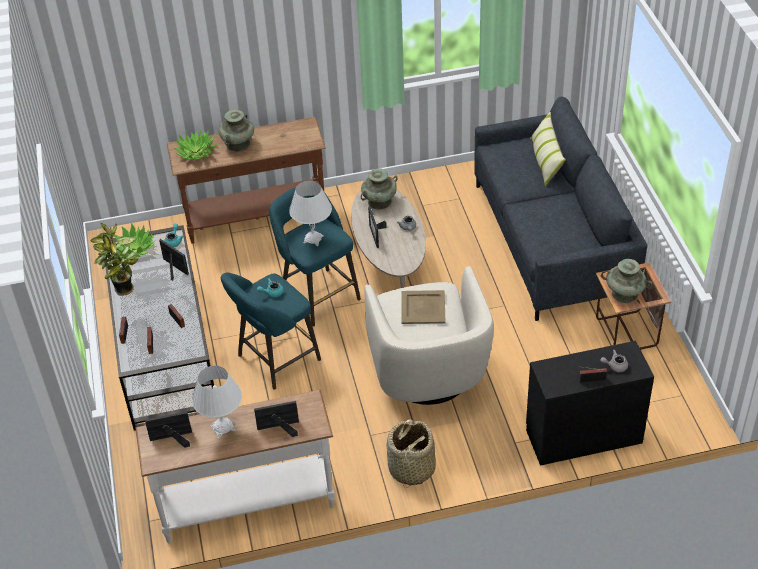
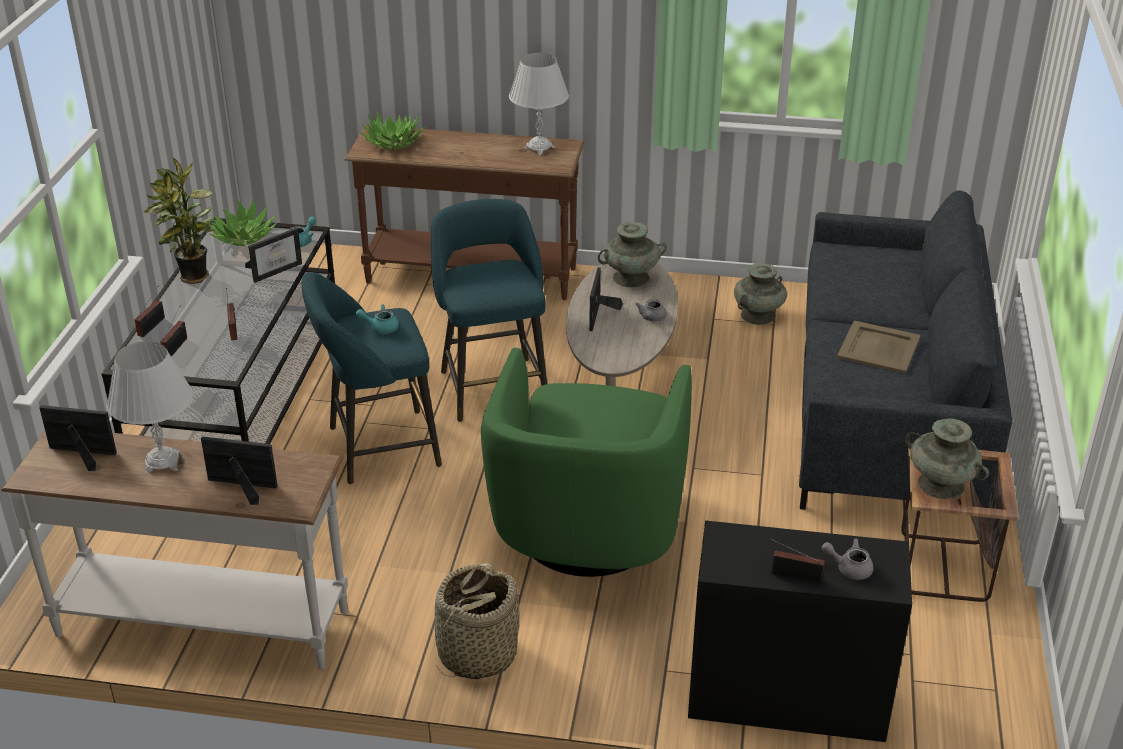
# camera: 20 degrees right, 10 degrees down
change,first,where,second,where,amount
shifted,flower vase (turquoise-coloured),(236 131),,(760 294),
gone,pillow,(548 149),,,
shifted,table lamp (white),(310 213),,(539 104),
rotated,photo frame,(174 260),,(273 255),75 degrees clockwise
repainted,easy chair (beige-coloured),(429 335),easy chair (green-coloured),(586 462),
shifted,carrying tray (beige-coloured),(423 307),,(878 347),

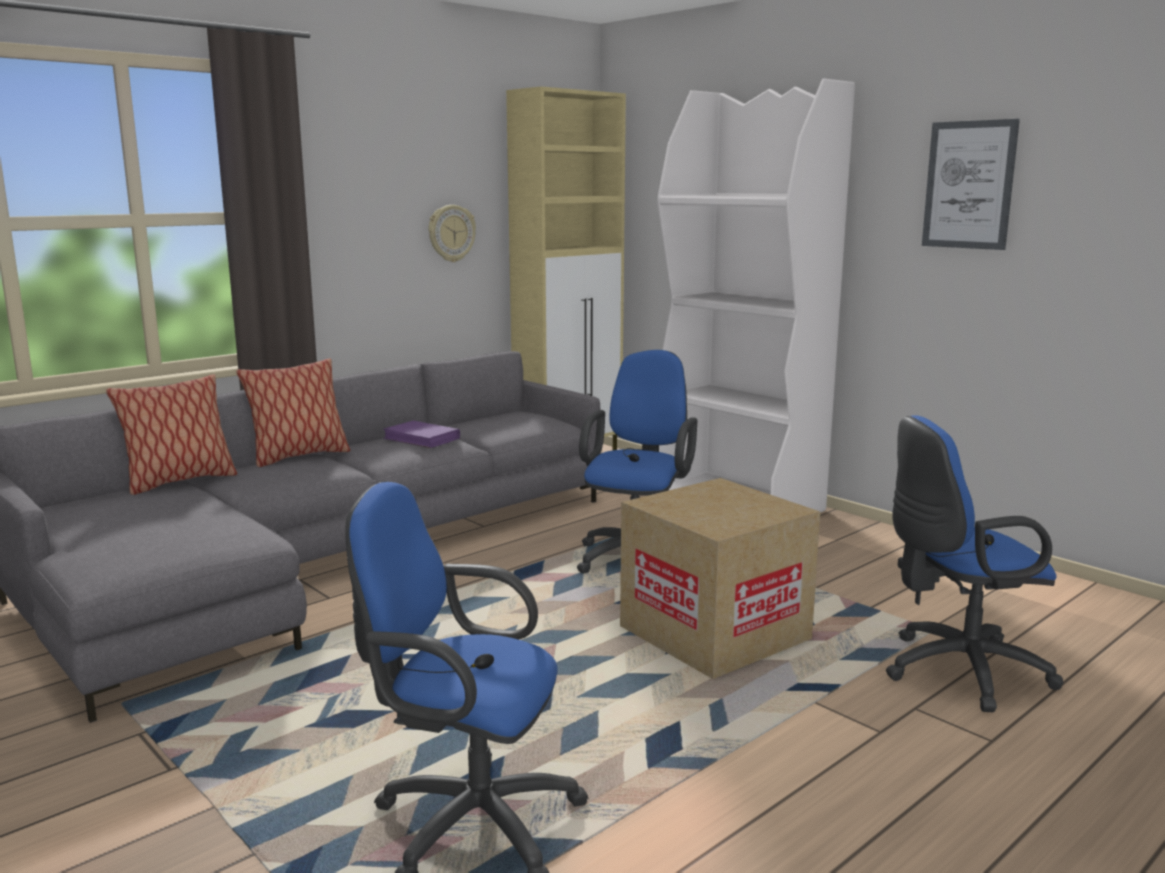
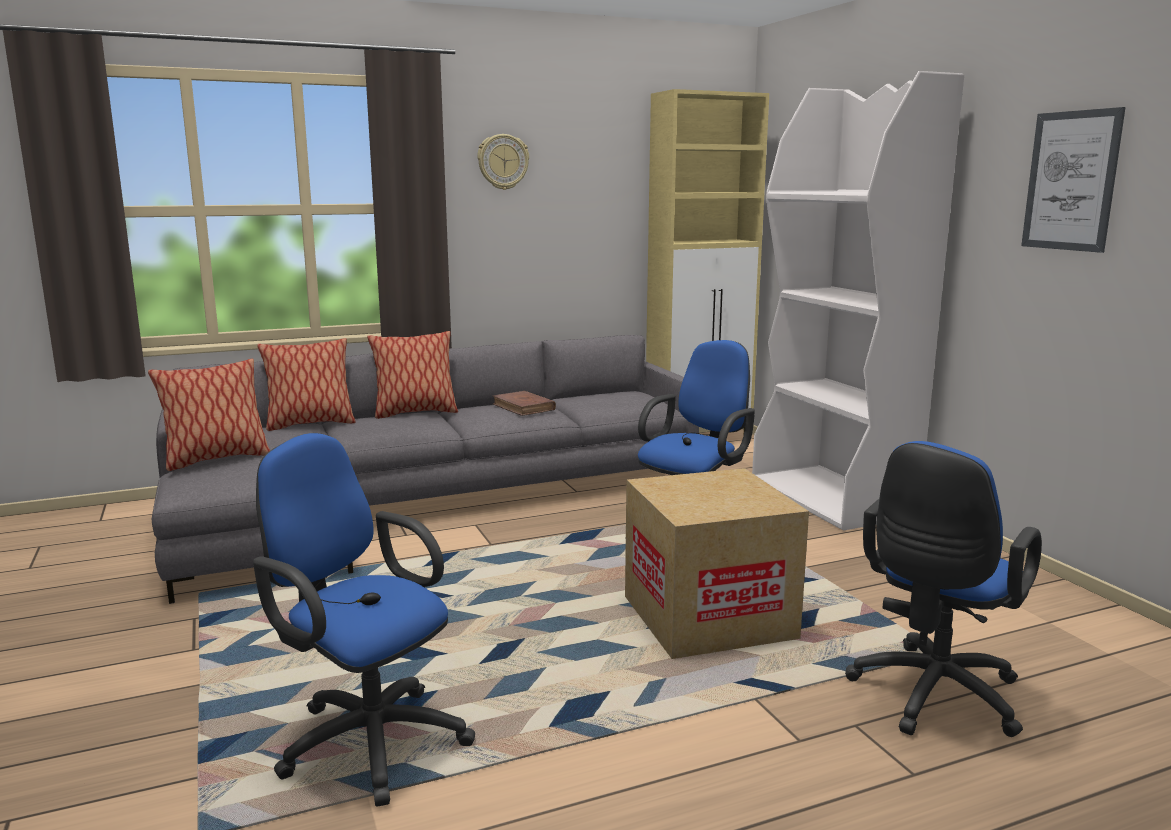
# camera: 20 degrees right, 0 degrees up
change,first,where,second,where,amount
shifted,clock on the wall,(452 233),,(503 162),
rotated,office chair (blue),(974 563),,(943 589),60 degrees counterclockwise
repainted,volume (purple-coloured),(421 434),volume (brownish),(524 403),
new,,,pillow,(209 414),

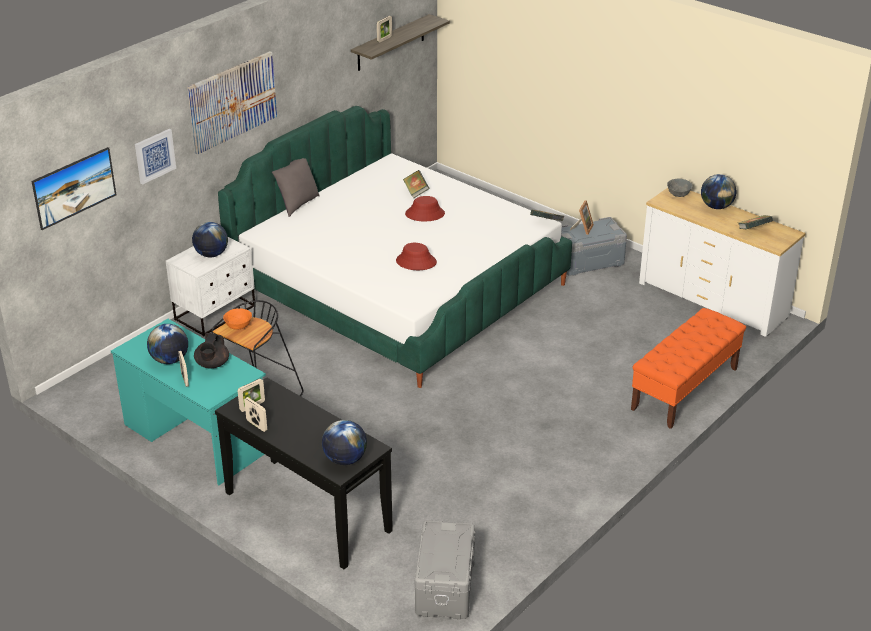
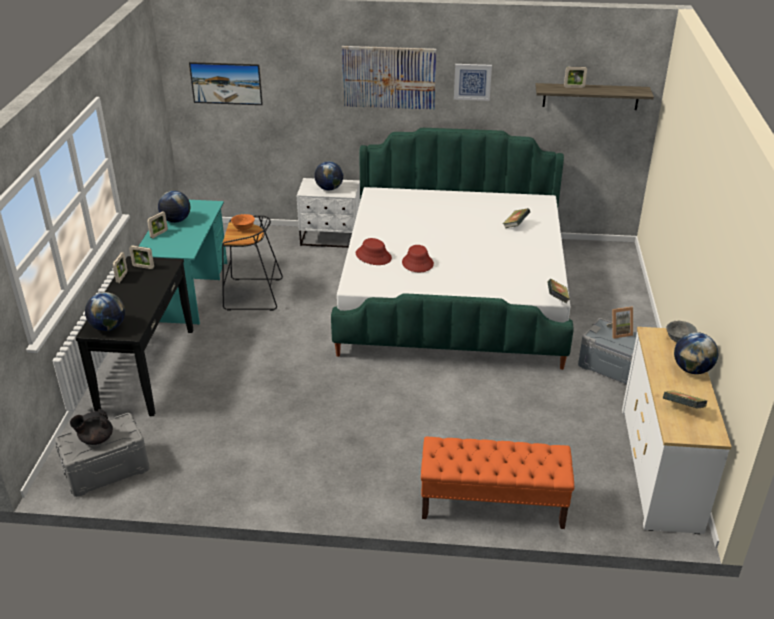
# camera: 55 degrees right, 0 degrees up
change,first,where,second,where,amount
shifted,wall picture,(155 157),,(473 82),
gone,pillow (gray),(296 187),,,
shifted,wearable hat (red-coloured),(425 209),,(374 251),
shifted,teapot (black),(211 351),,(91 427),

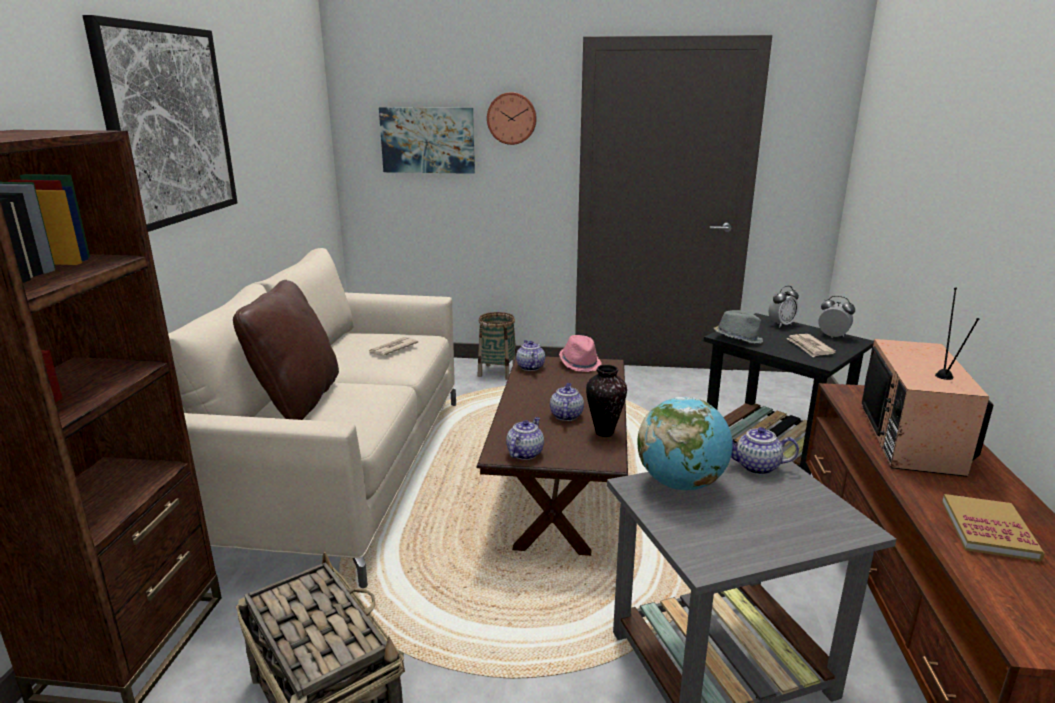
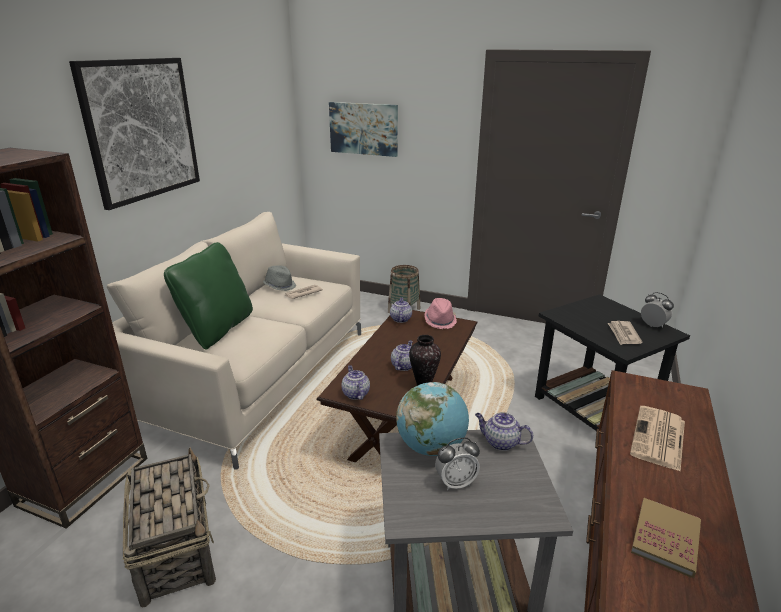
# camera: 15 degrees right, 5 degrees up
change,first,where,second,where,amount
gone,clock on the wall,(512 118),,,
repainted,pillow (brownish),(286 350),pillow (green-coloured),(208 296),
shifted,alarm clock,(784 307),,(457 464),
swapped,TV,(928 382),daily paper,(657 439),
shifted,wearable hat (gray),(738 326),,(279 278),
rotated,teapot,(525 438),,(355 382),60 degrees counterclockwise

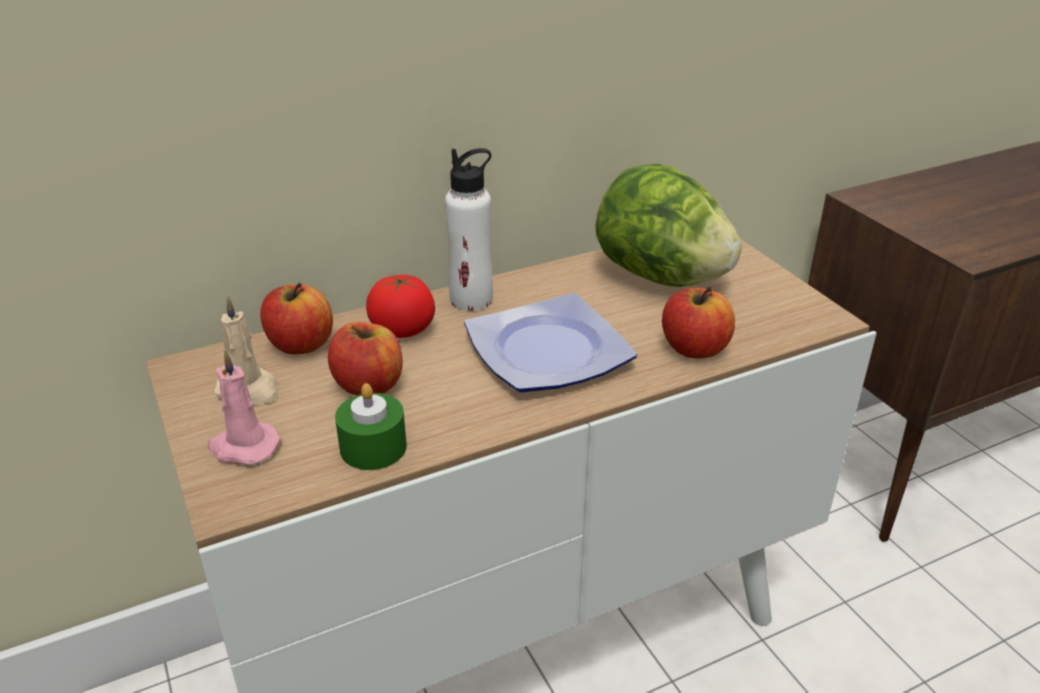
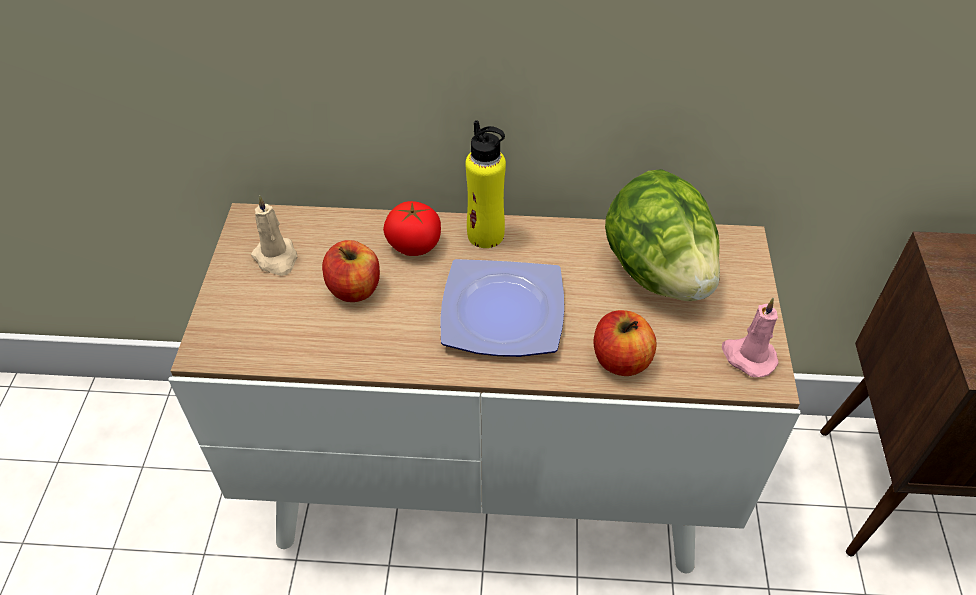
# camera: 30 degrees right, 15 degrees up
change,first,where,second,where,amount
repainted,bottle (white),(469 229),bottle (yellow),(485 184),
gone,whole apple,(296 318),,,
shifted,wax candle (pink),(244 407),,(750 337),
gone,wax candle (green-coloured),(371 426),,,

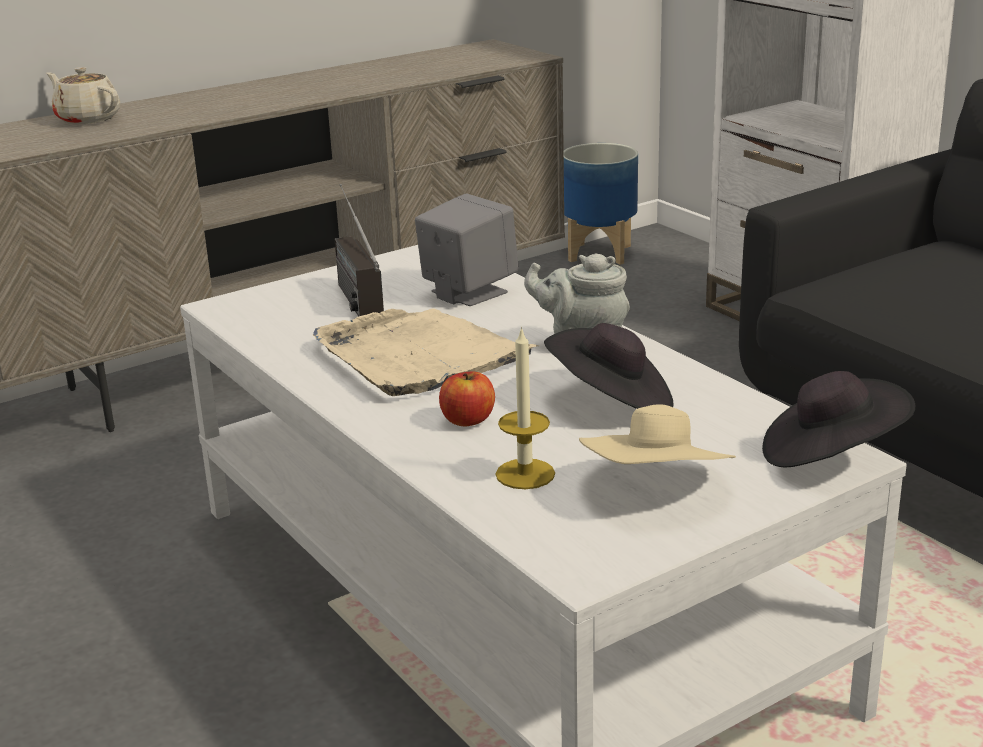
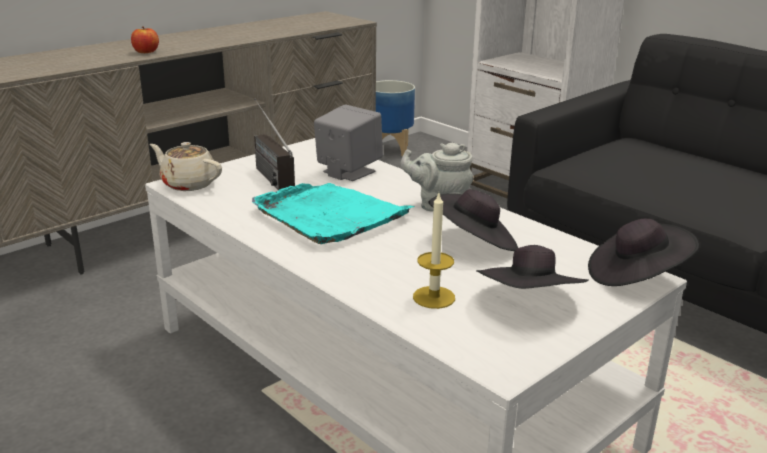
# camera: 10 degrees left, 0 degrees up
change,first,where,second,where,amount
shifted,teapot (beige-coloured),(83 95),,(186 166),
repainted,carrying tray (beige-coloured),(425 352),carrying tray (turquoise-coloured),(333 213),
shifted,whole apple,(467 398),,(145 39),
repainted,wearable hat (beige-coloured),(657 434),wearable hat (black),(532 267),

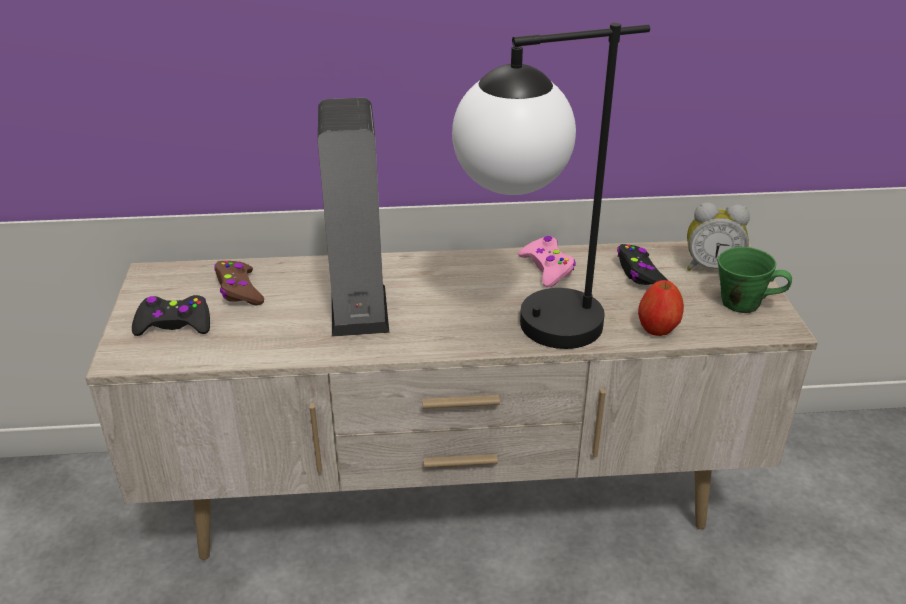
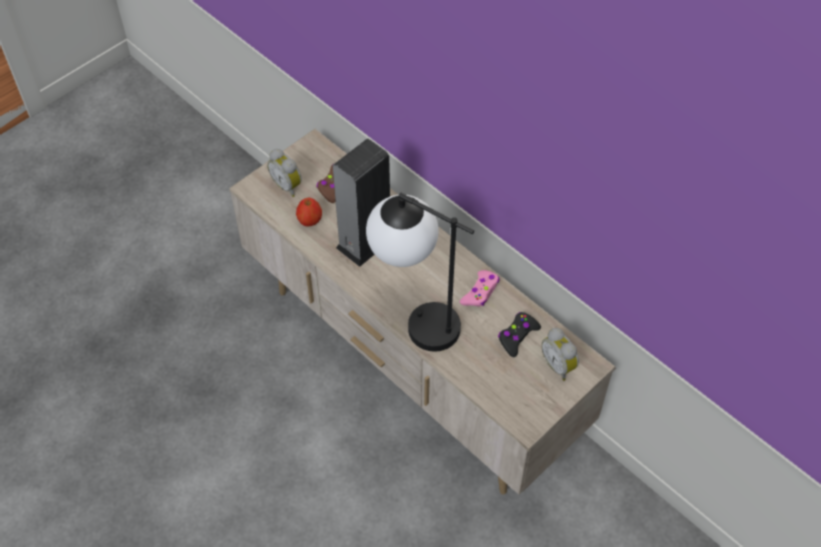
# camera: 50 degrees right, 20 degrees up
change,first,where,second,where,amount
gone,coffee mug (green-coloured),(755 280),,,
shifted,whole apple,(661 308),,(309 212),
swapped,gamepad (black),(171 315),alarm clock,(284 173),

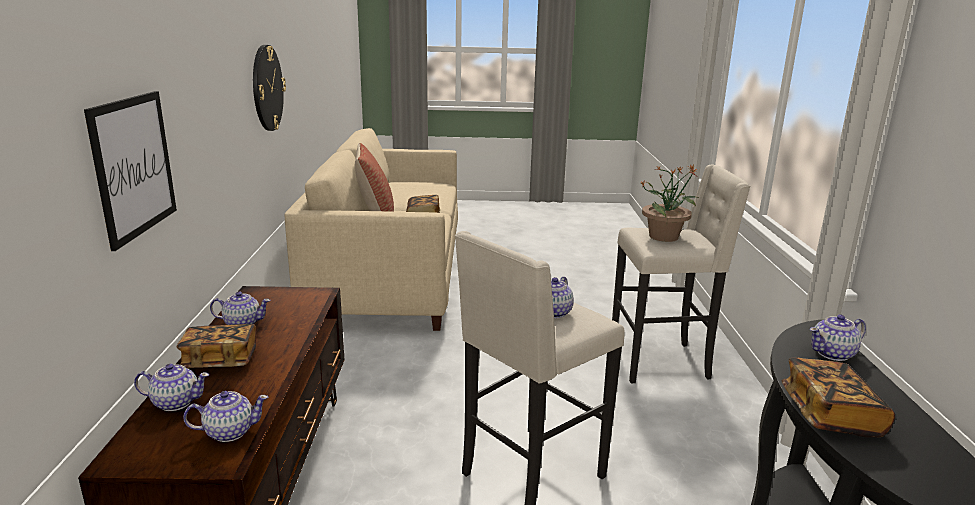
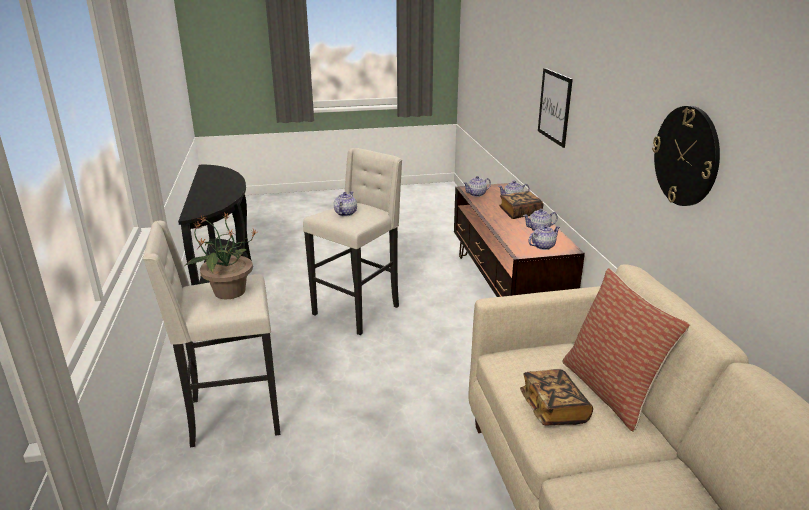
# camera: 170 degrees right, 5 degrees up
change,first,where,second,where,amount
shifted,teapot,(838 337),,(544 237),
gone,volume,(838 398),,,

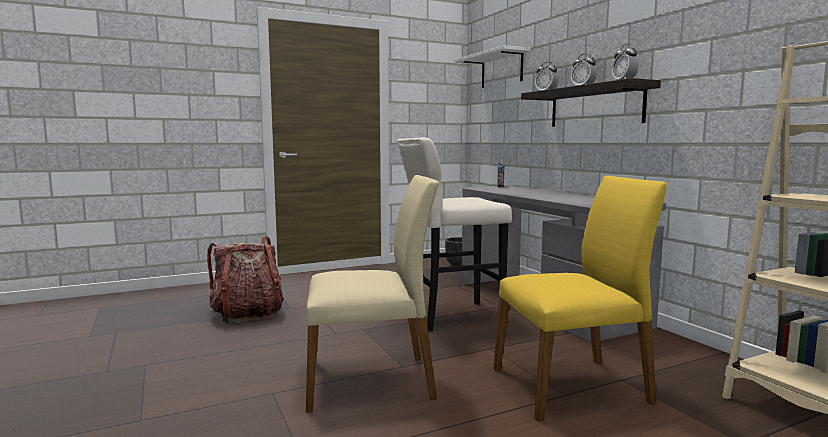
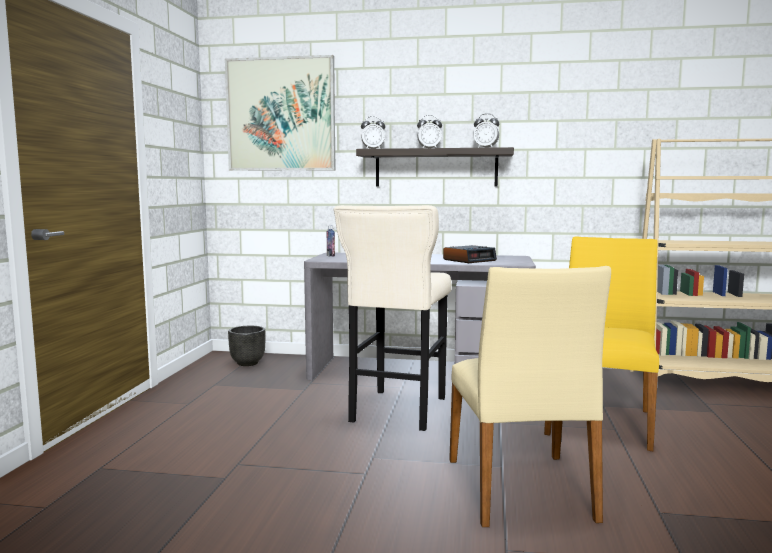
# camera: 55 degrees left, 0 degrees up
change,first,where,second,where,amount
swapped,shelf (white),(492 66),wall picture,(280 113),
rotated,plain chair (beige-coloured),(372 294),,(530 396),150 degrees clockwise
gone,backpack,(245 280),,,
new,,,alarm clock,(470 254),

